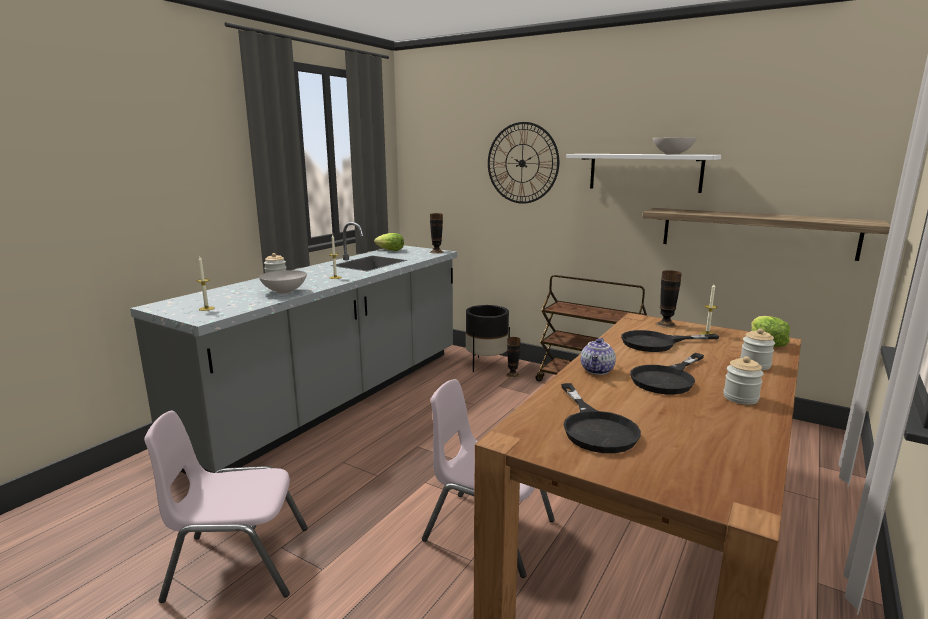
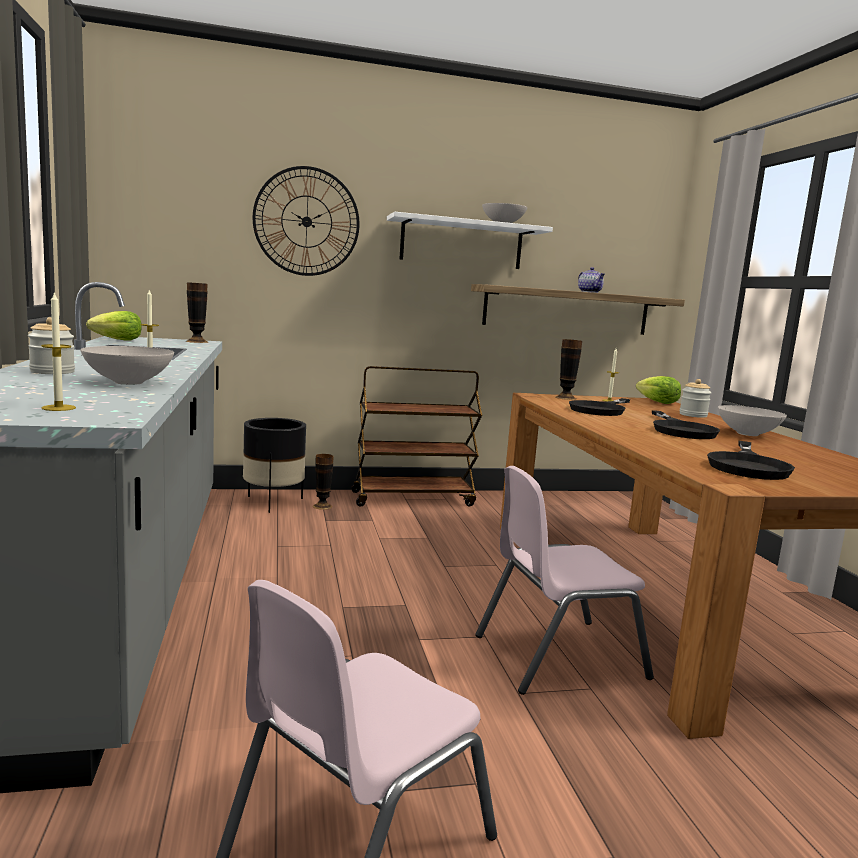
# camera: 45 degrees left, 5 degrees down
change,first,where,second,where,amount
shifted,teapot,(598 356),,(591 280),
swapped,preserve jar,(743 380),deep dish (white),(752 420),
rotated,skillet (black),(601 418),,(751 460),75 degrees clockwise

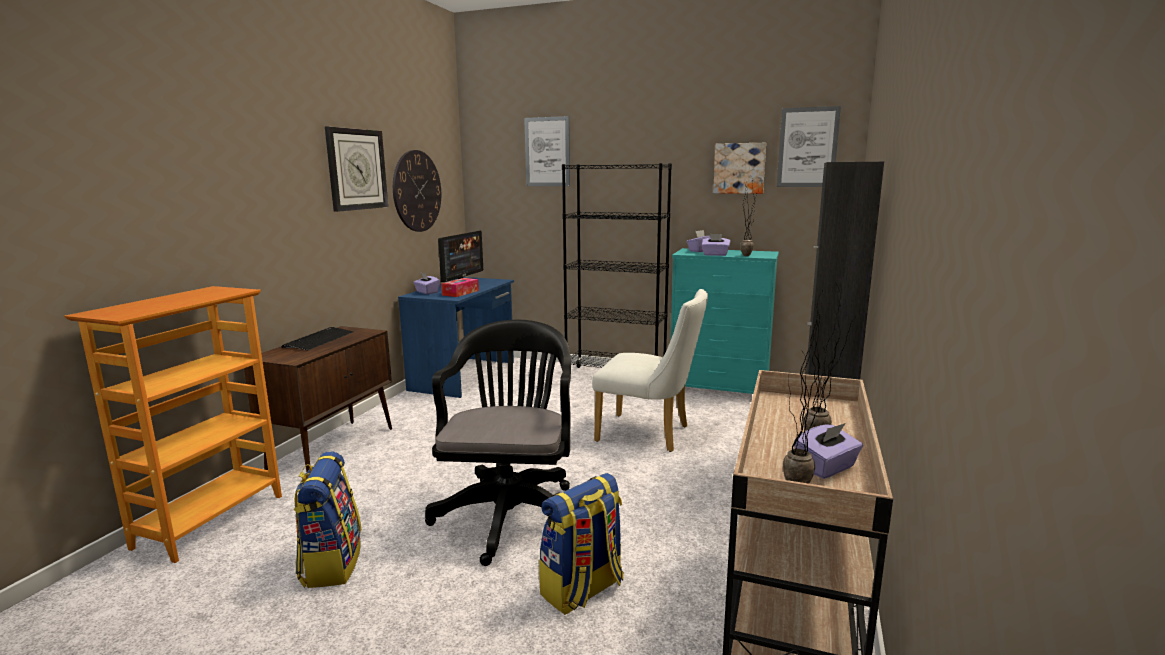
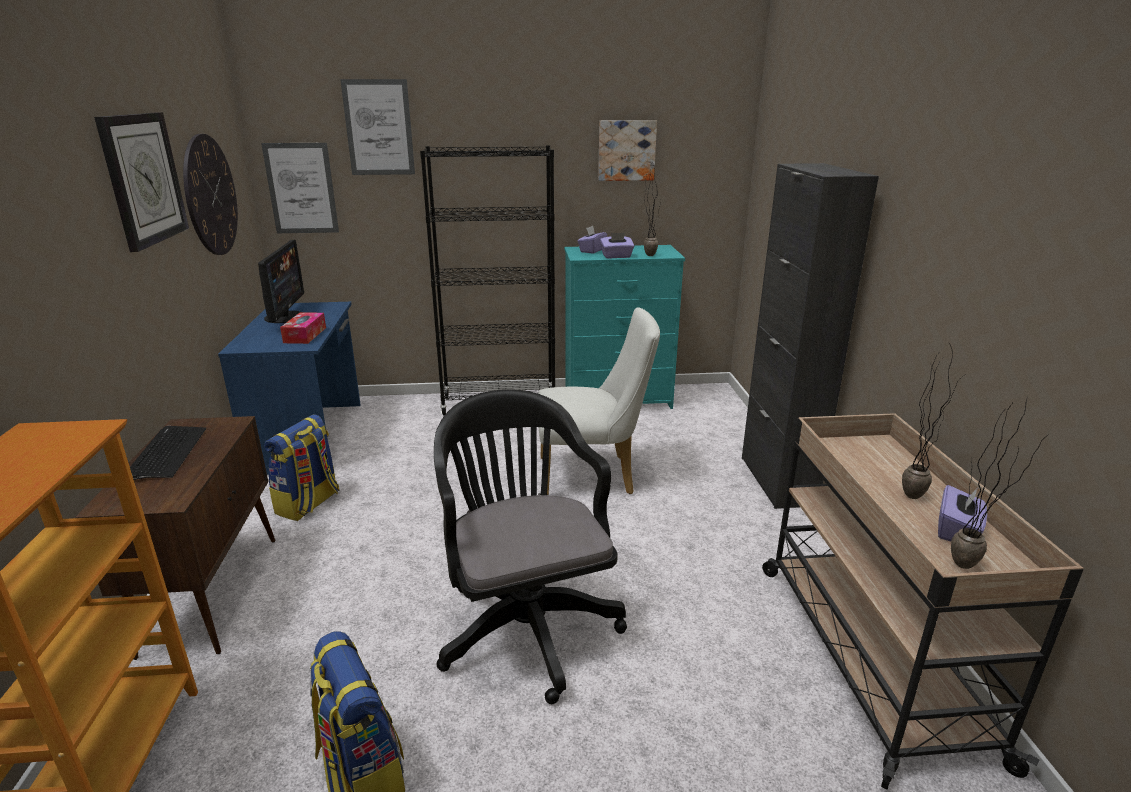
# camera: 25 degrees left, 10 degrees up
change,first,where,second,where,amount
shifted,wall picture,(809 146),,(300 188),
gone,tissue holder (purple-coloured),(426 283),,,
shifted,backpack,(581 544),,(301 467),

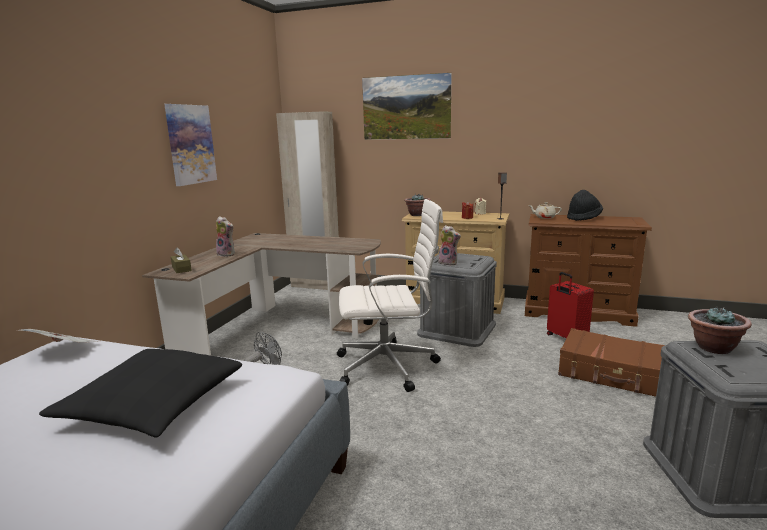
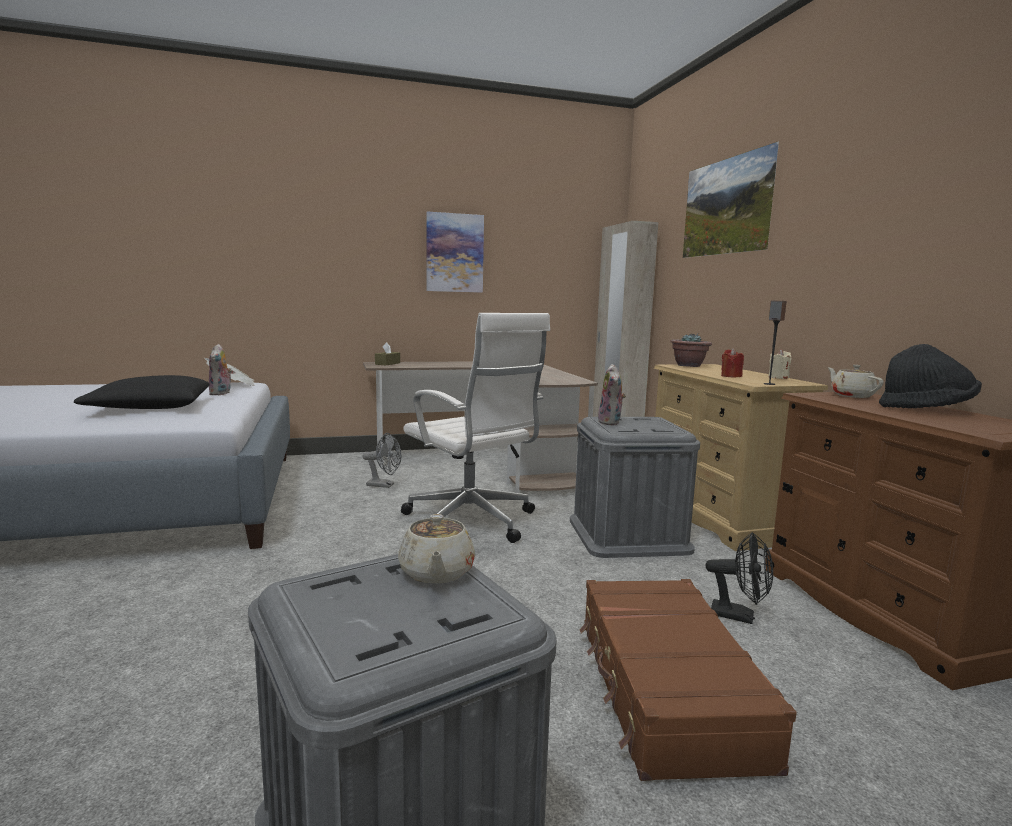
# camera: 55 degrees right, 5 degrees down
change,first,where,second,where,amount
shifted,soft toy,(225 236),,(220 369),
swapped,piece of luggage (red-coloured),(570 305),cooling fan (black),(739 578),
swapped,plant in a pot,(720 330),teapot (beige-coloured),(436 549),

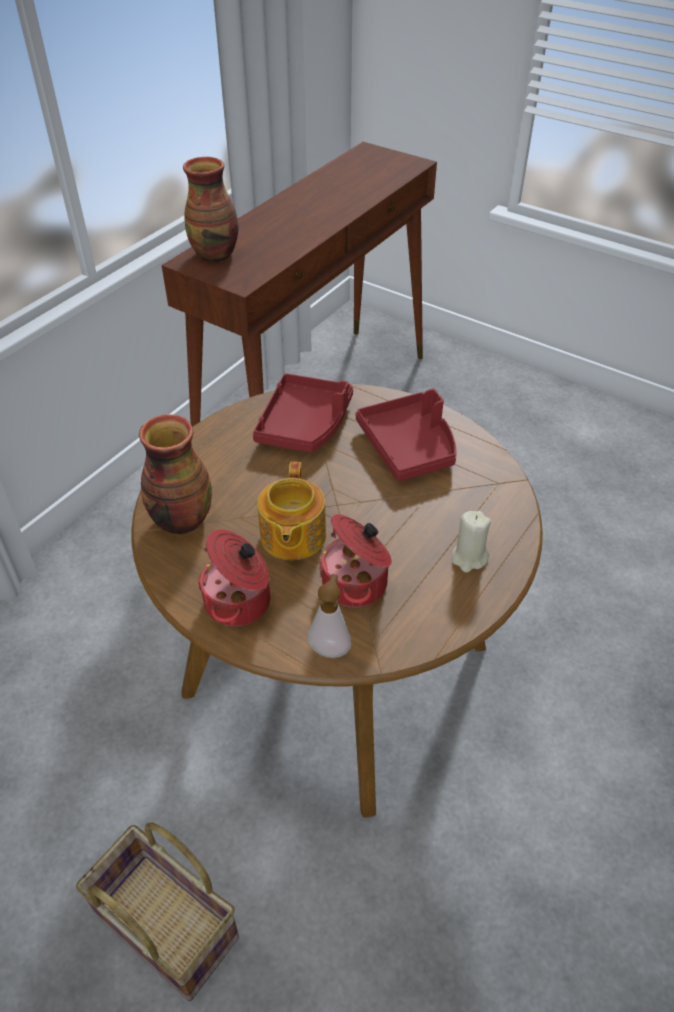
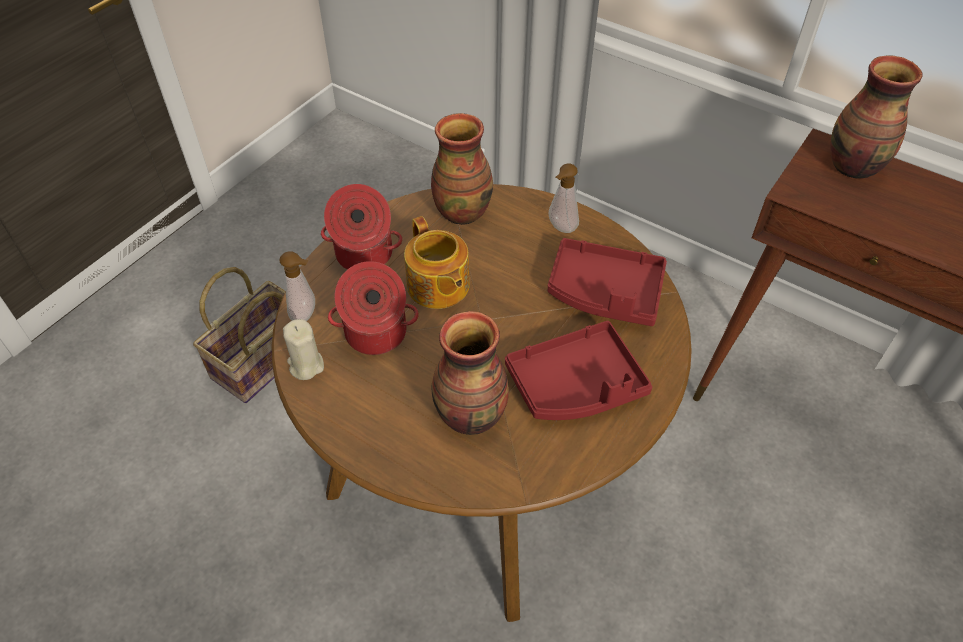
# camera: 90 degrees right, 5 degrees up
change,first,where,second,where,amount
rotated,teapot,(291 511),,(437 262),120 degrees counterclockwise
shifted,wax candle (beige-coloured),(471 542),,(303 349),
new,,,soap bottle,(563 198),
new,,,flower vase,(470 373),

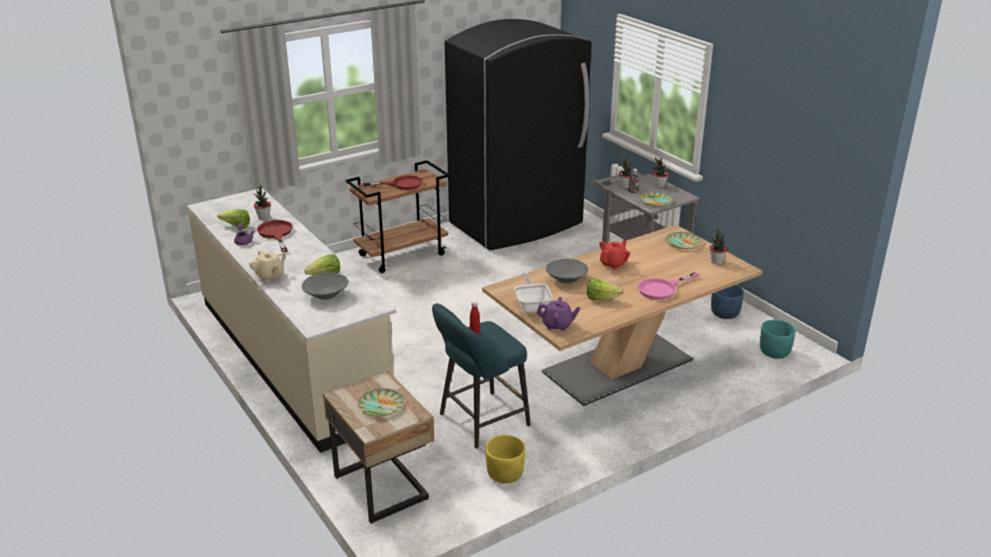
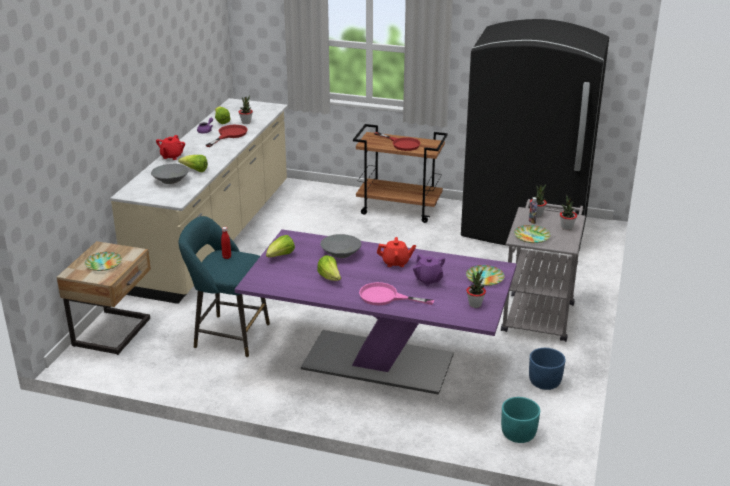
# camera: 50 degrees right, 0 degrees up
change,first,where,second,where,amount
repainted,kitchen table (beige-coloured),(622 315),kitchen table (purple-coloured),(376 312),
repainted,teapot (beige-coloured),(267 266),teapot (red-coloured),(170 147),
swapped,skillet,(533 292),head of lettuce,(280 246),
shifted,teapot (purple-coloured),(558 314),,(429 270),
gone,flower pot (yellow),(505 459),,,

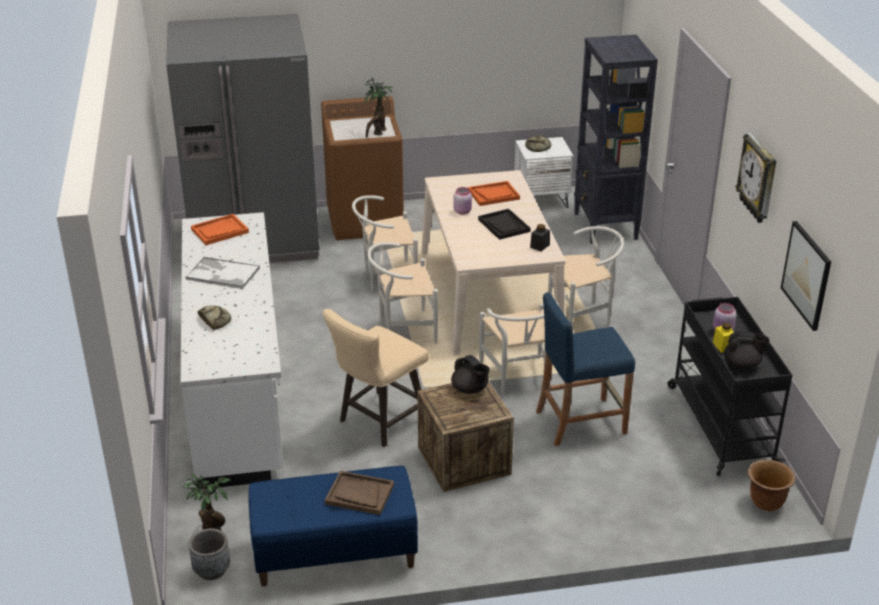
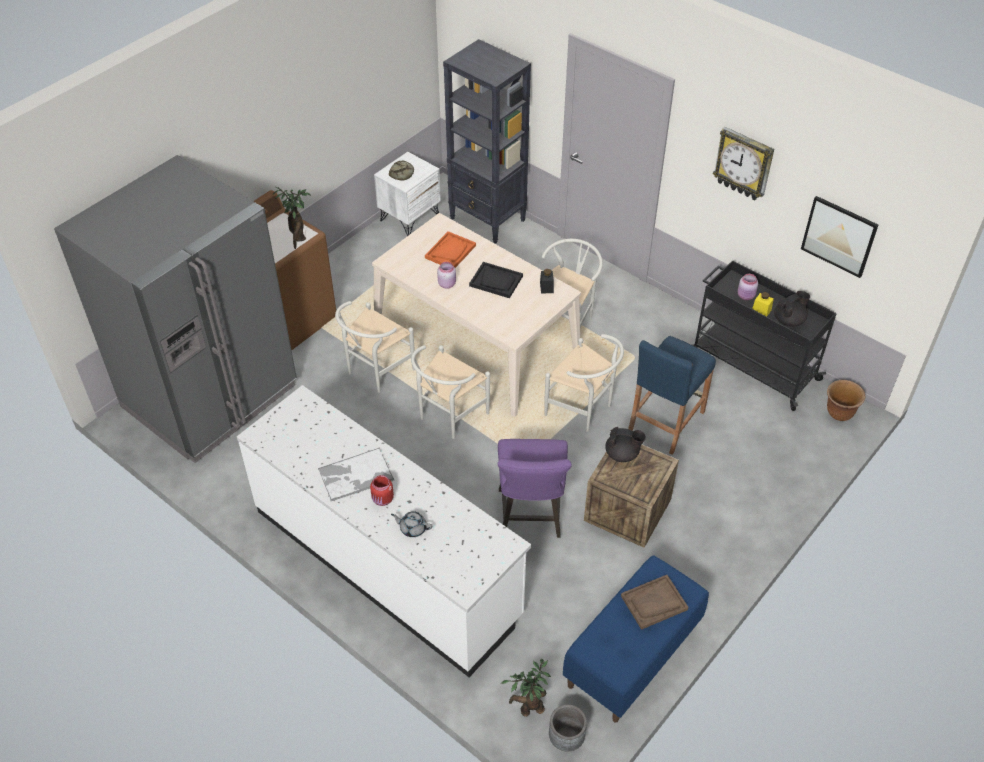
# camera: 40 degrees left, 15 degrees up
change,first,where,second,where,amount
gone,carrying tray (orange),(220 229),,,
swapped,bakery bread,(214 318),teapot (gray),(411 524),
repainted,stool seat (beige-coloured),(375 378),stool seat (purple-coloured),(535 488),
new,,,preserve jar (red-coloured),(382 490),

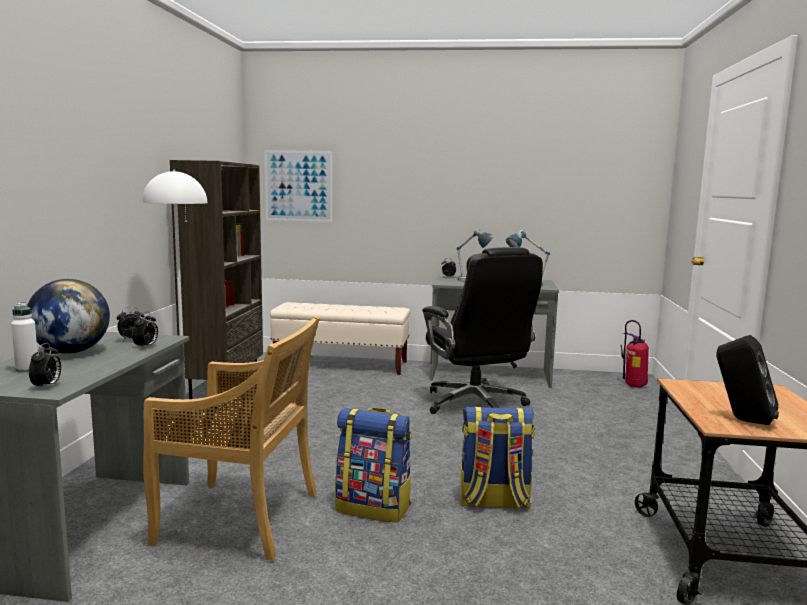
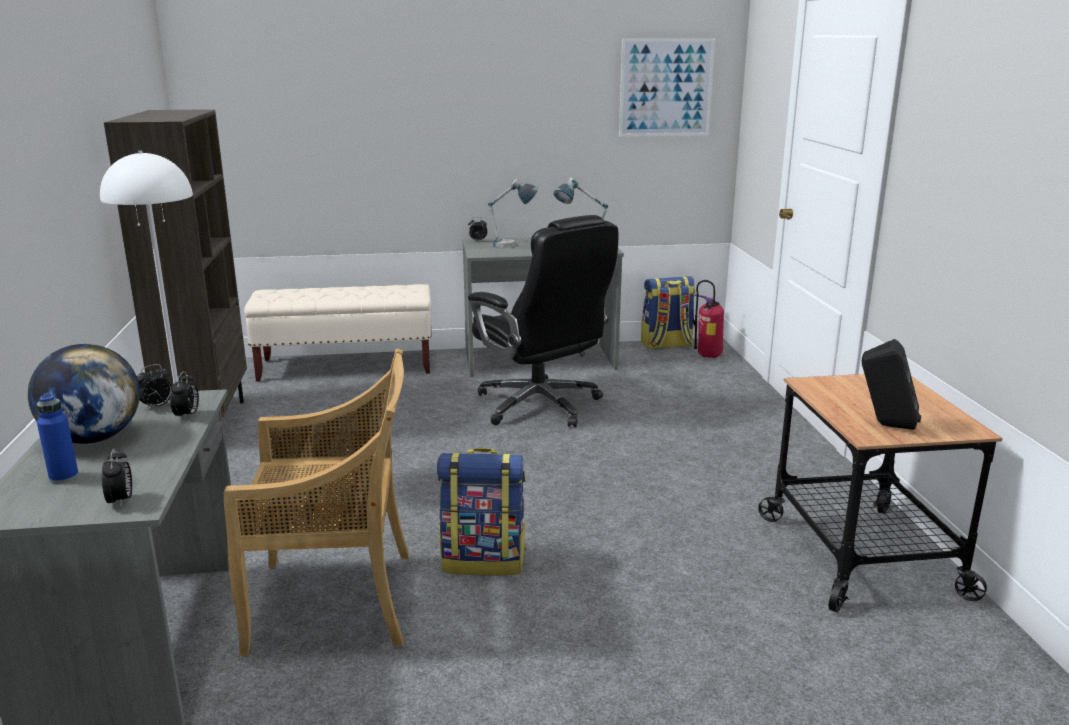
# camera: 15 degrees left, 10 degrees up
change,first,where,second,where,amount
shifted,wall picture,(298 186),,(667 87),
repainted,bottle (white),(24 337),bottle (blue),(58 438),
shifted,backpack,(498 458),,(668 312),

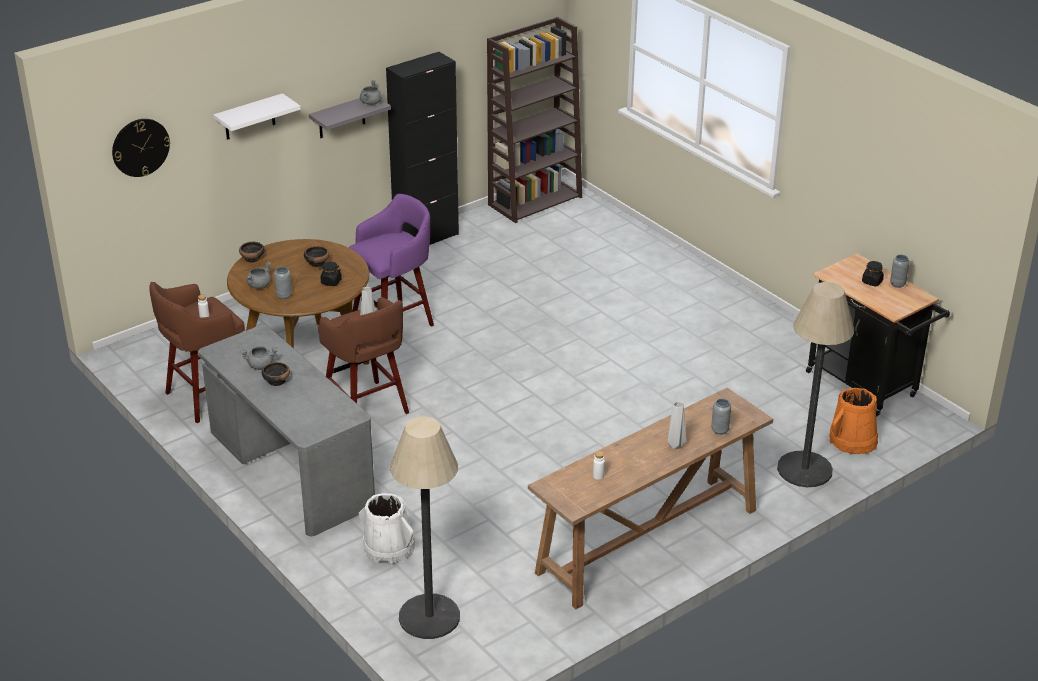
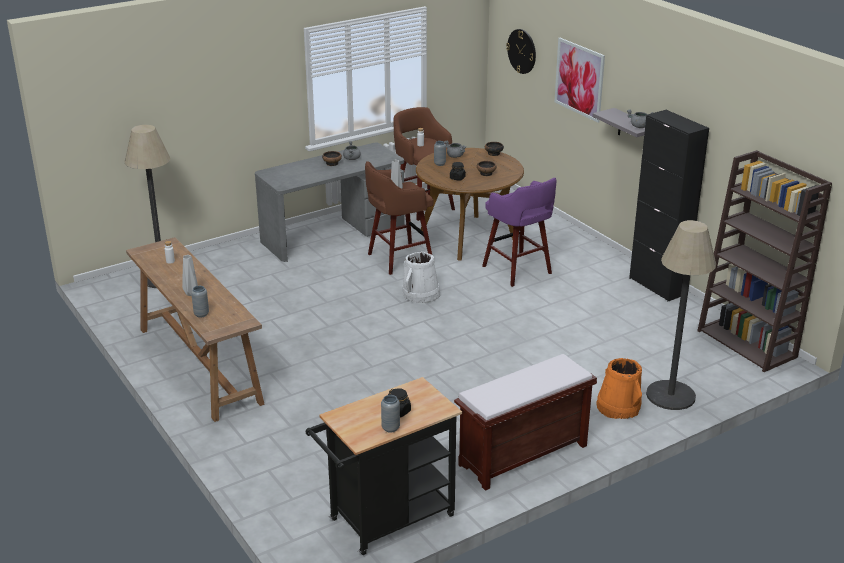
# camera: 95 degrees right, 5 degrees down
change,first,where,second,where,amount
swapped,shelf (white),(257 116),wall picture,(579 80),
shifted,floor lamp,(815 384),,(681 315),
shifted,pail (orange),(853 421),,(619 388),
shifted,pail (white),(387 528),,(421 277),
new,,,indoor bench (brownish),(525 422),

